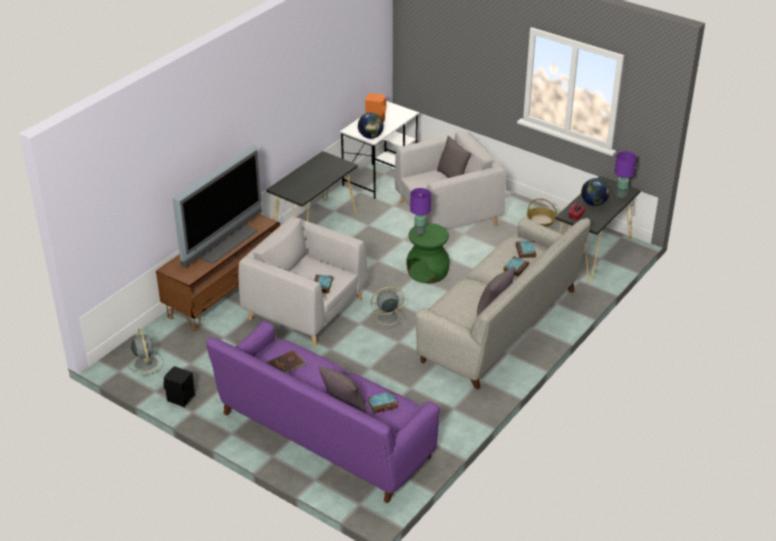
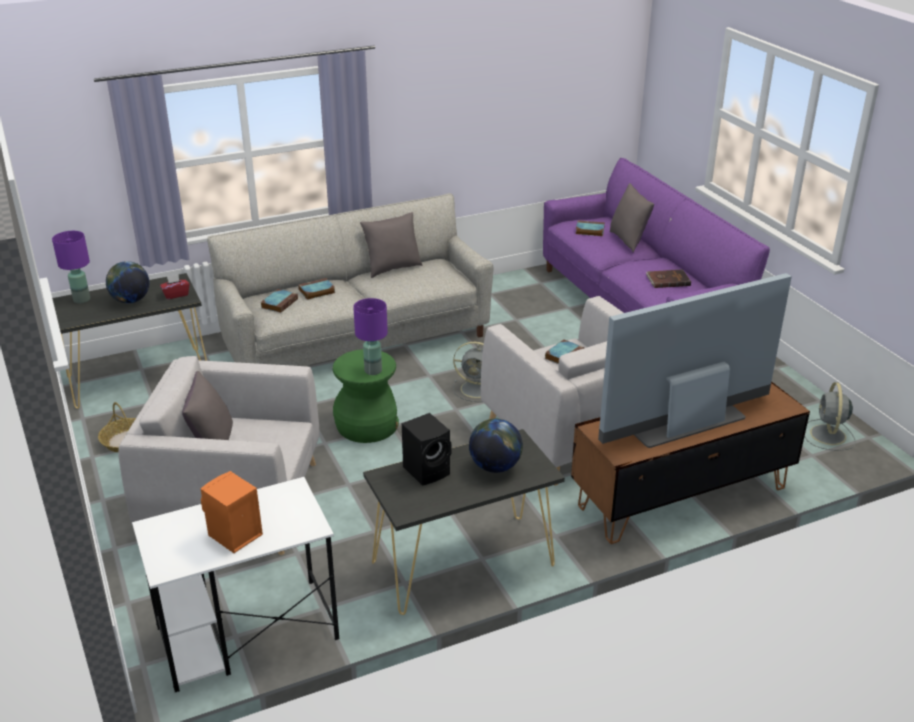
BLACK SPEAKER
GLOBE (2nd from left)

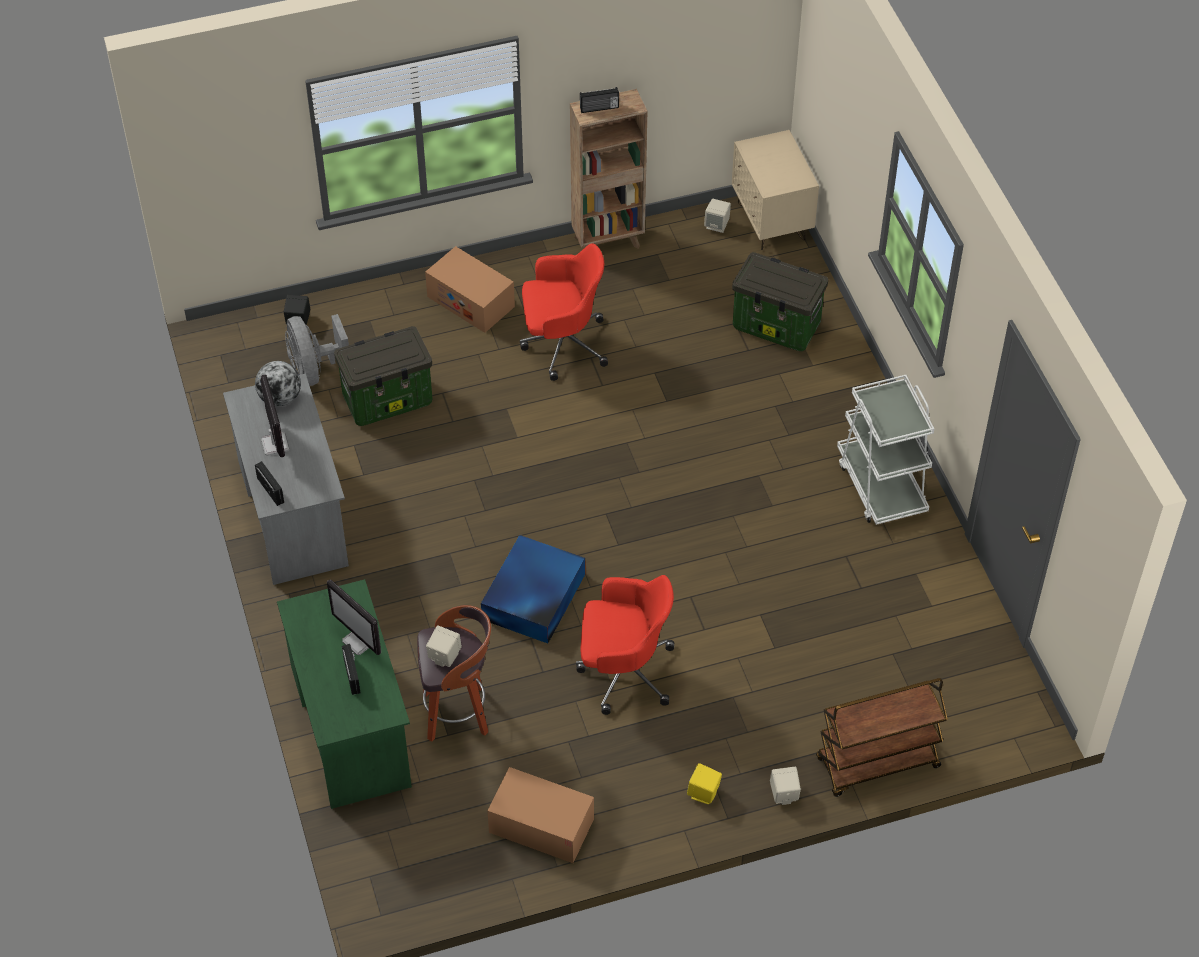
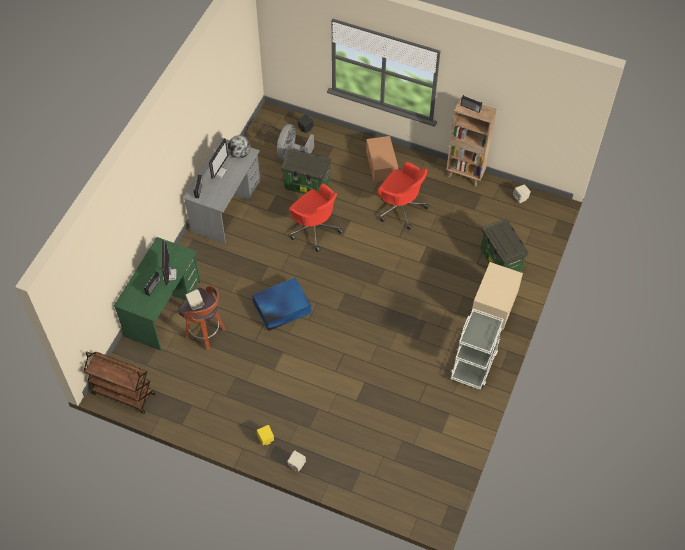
CARDBOARD BOX (2nd from left in the first image)
RED OFFICE CHAIR (1st from left)
BEIGE NIGHTSTAND
BROWN CART

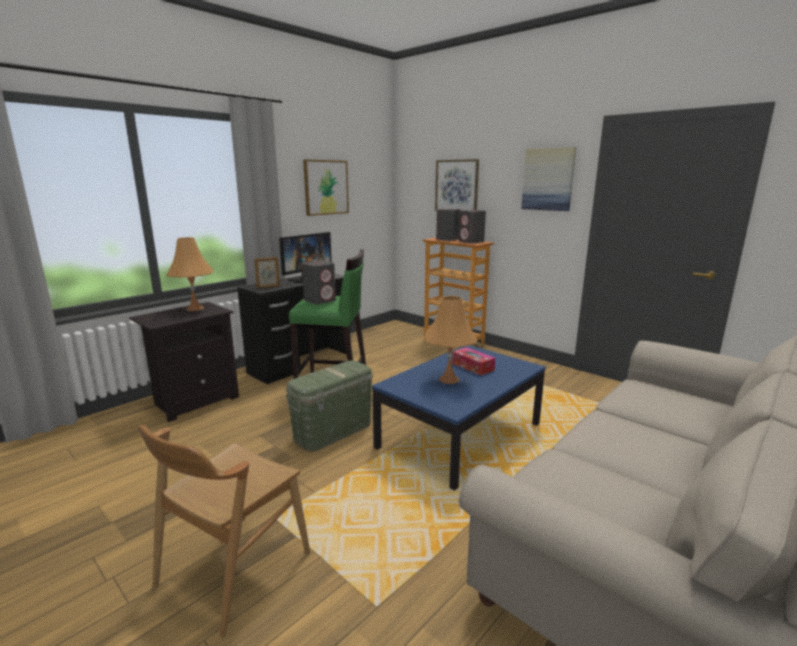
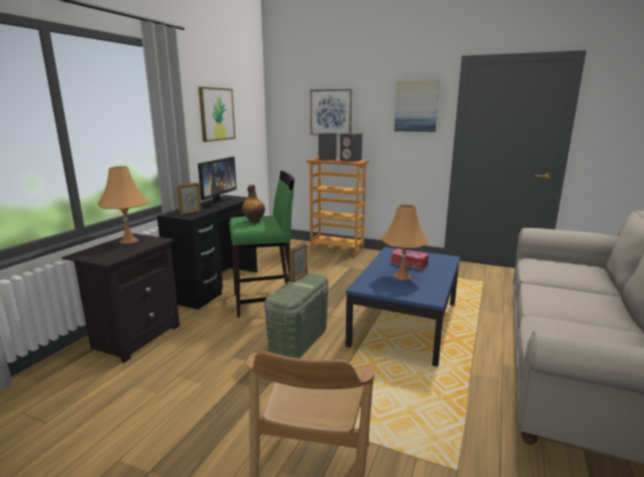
BOTTLE
PICTURE FRAME (2nd from left)

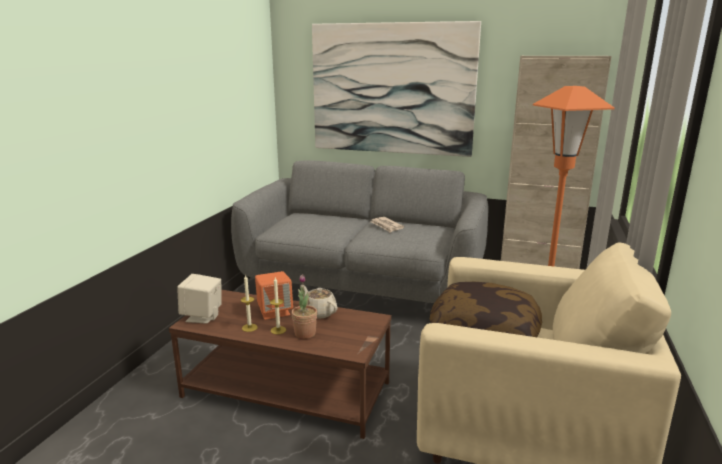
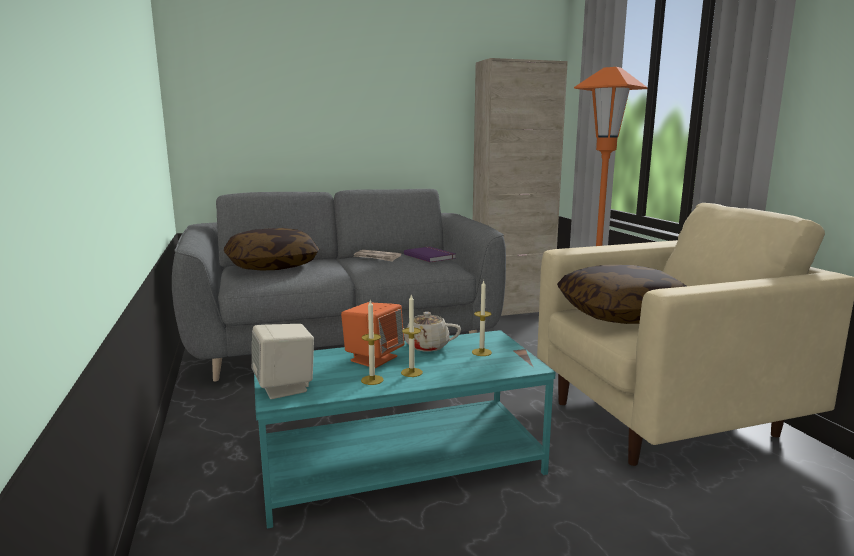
TURQUOISE COFFEE TABLE
POTTED PLANT
PICTURE
PILLOW (1st from left)
PURPLE BOOK
CANDLE (3rd from left)

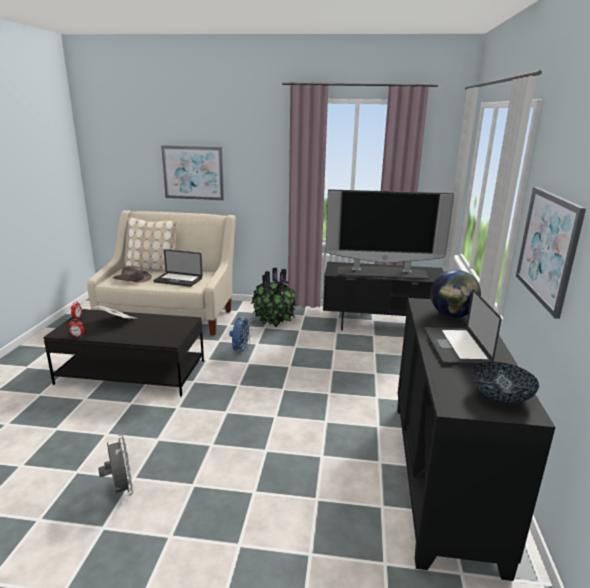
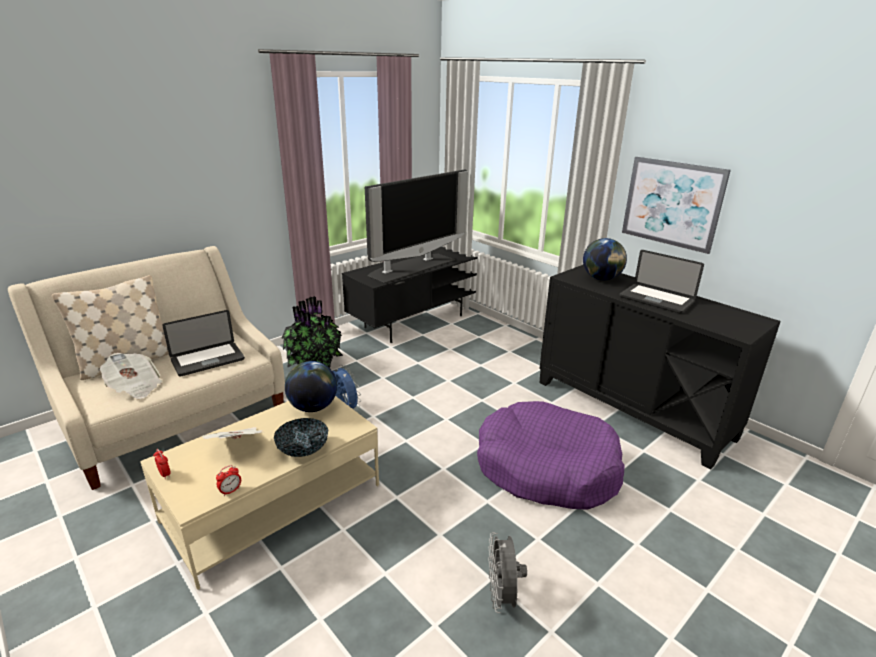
BEIGE COFFEE TABLE
GREY FAN
NEWSPAPER (1st from left)
PICTURE (1st from left in the first image)
BOWL
GLOBE (1st from left)
PURPLE DOG BED

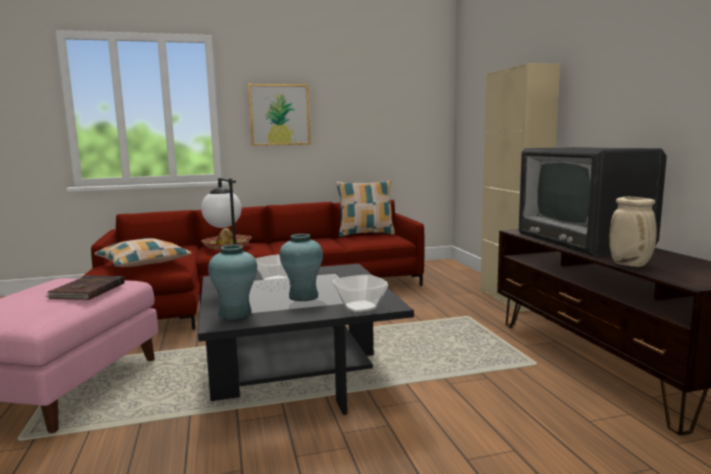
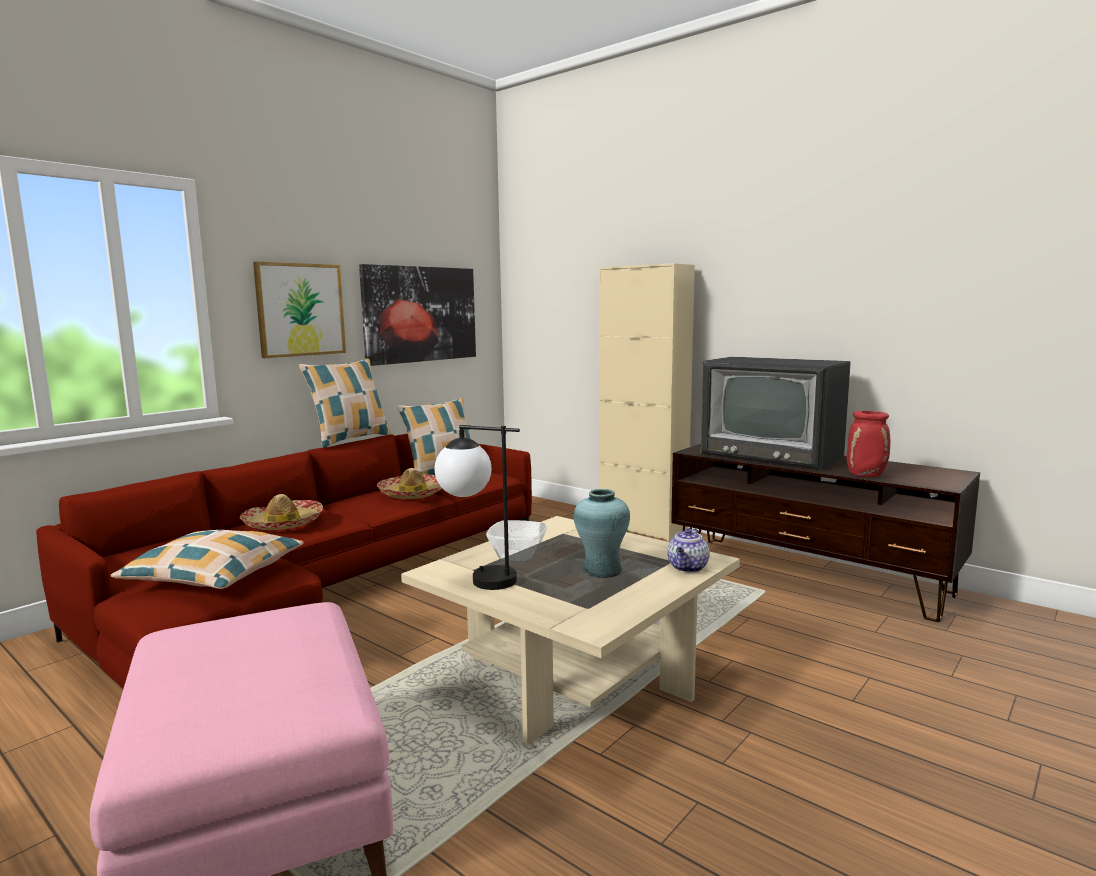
BROWN BOOK
BEIGE COFFEE TABLE
TURQUOISE VASE (1st from left in the first image)
TEAPOT
RED VASE
PILLOW (2nd from left)
PICTURE (2nd from left)
HAT (2nd from left)

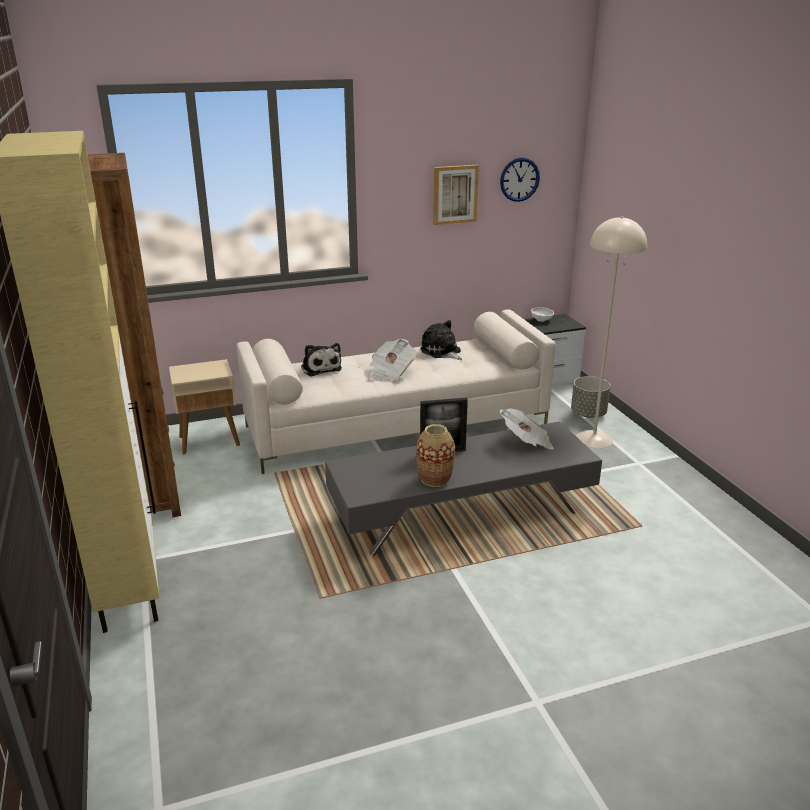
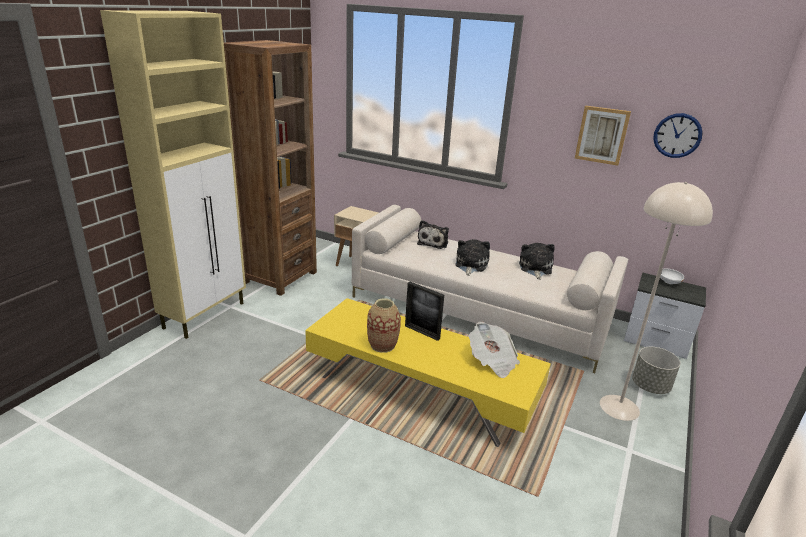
YELLOW COFFEE TABLE
PLUSH TOY (2nd from left)

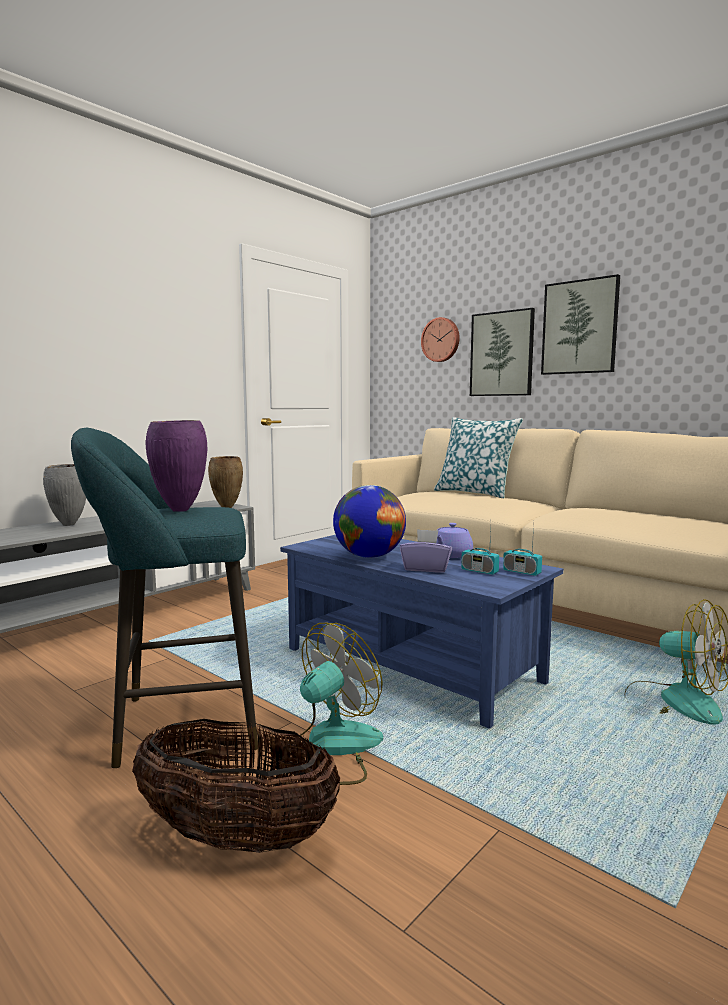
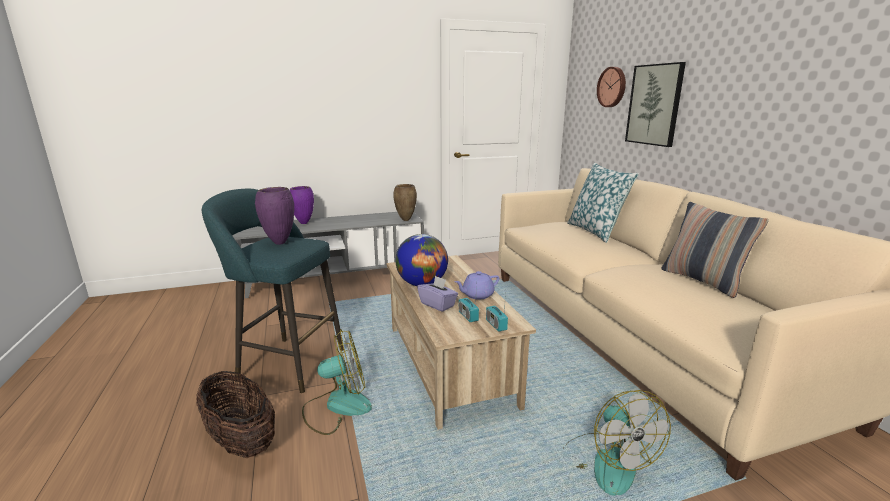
PURPLE VASE (2nd from left)
BEIGE COFFEE TABLE
PICTURE (2nd from left in the first image)
PILLOW (2nd from left)

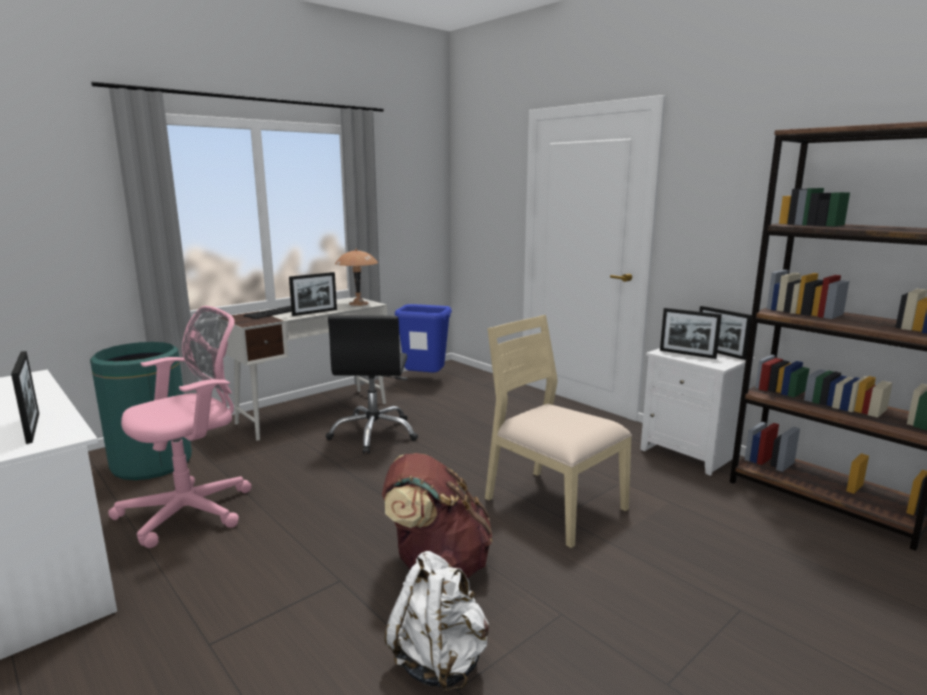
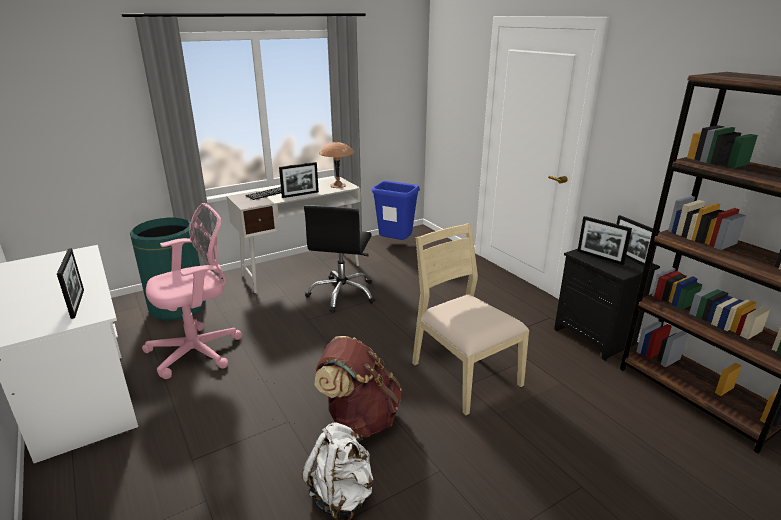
BLACK NIGHTSTAND

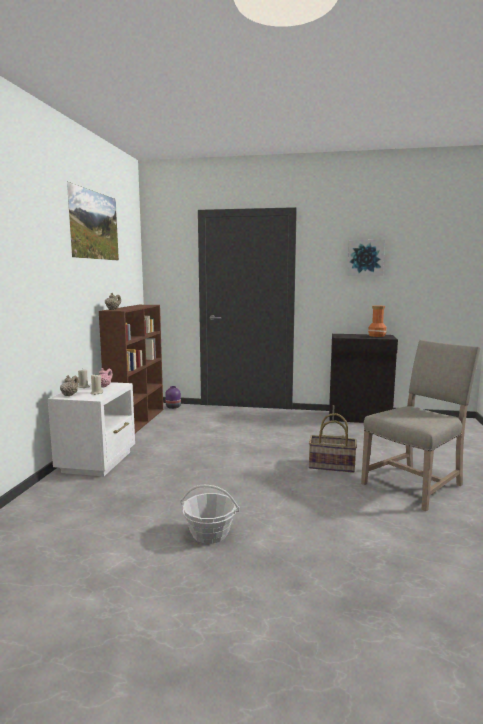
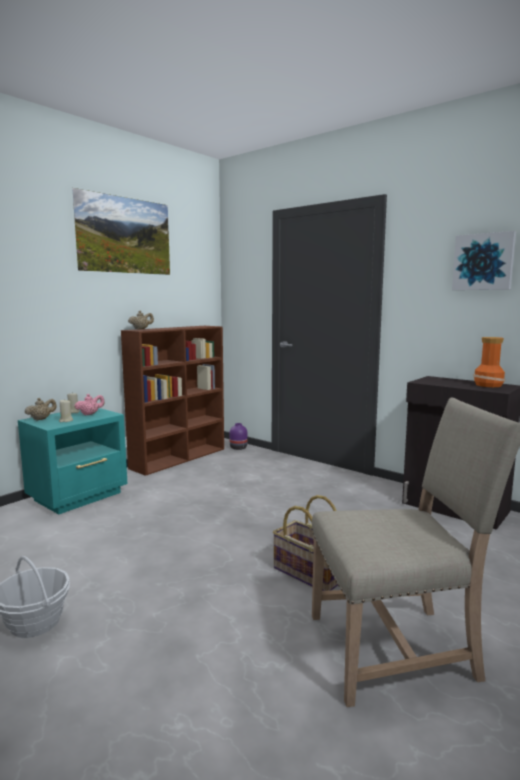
TURQUOISE NIGHTSTAND

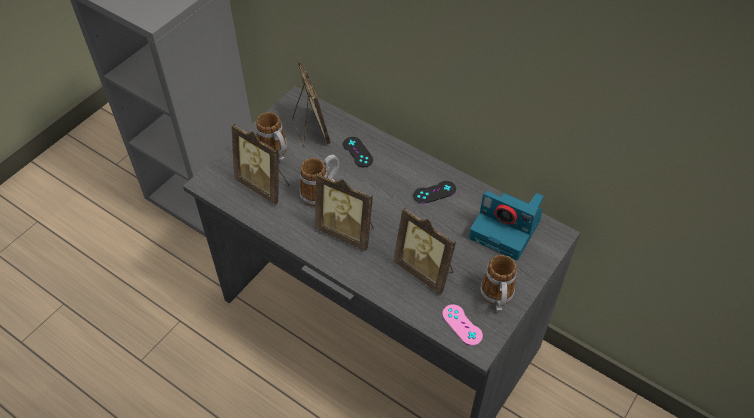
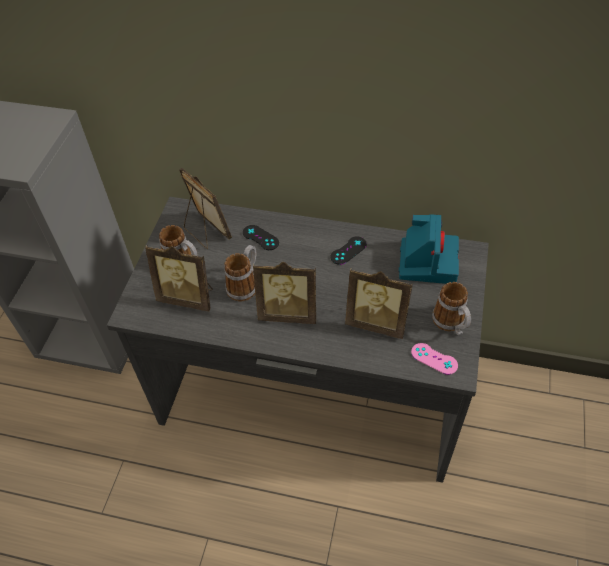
PHOTO CAMERA

